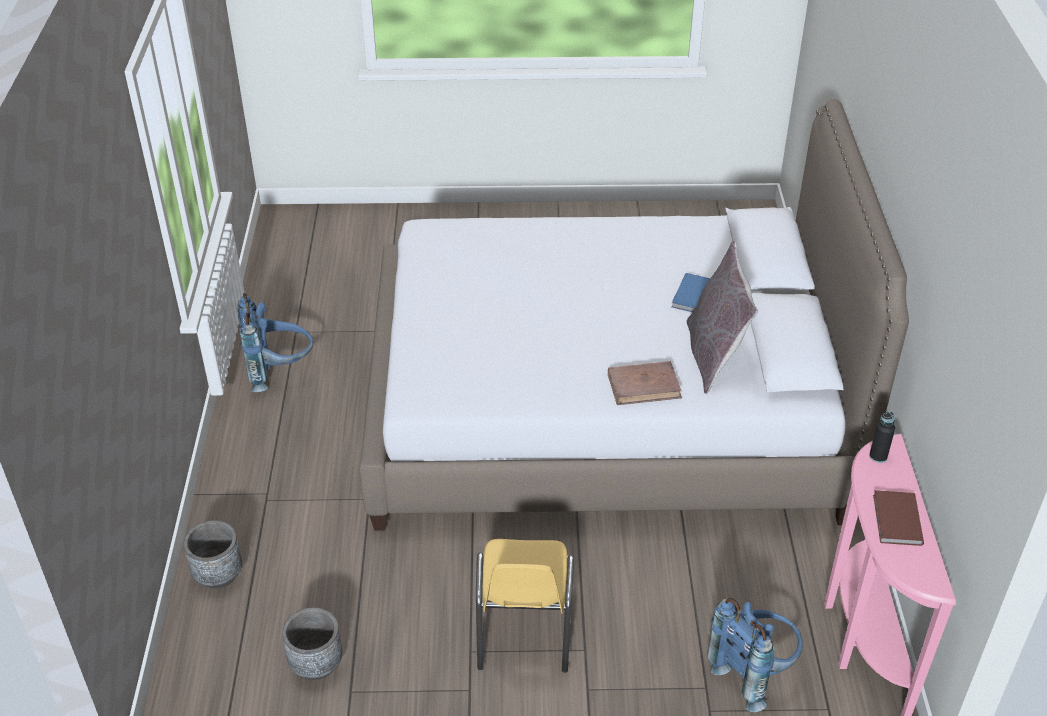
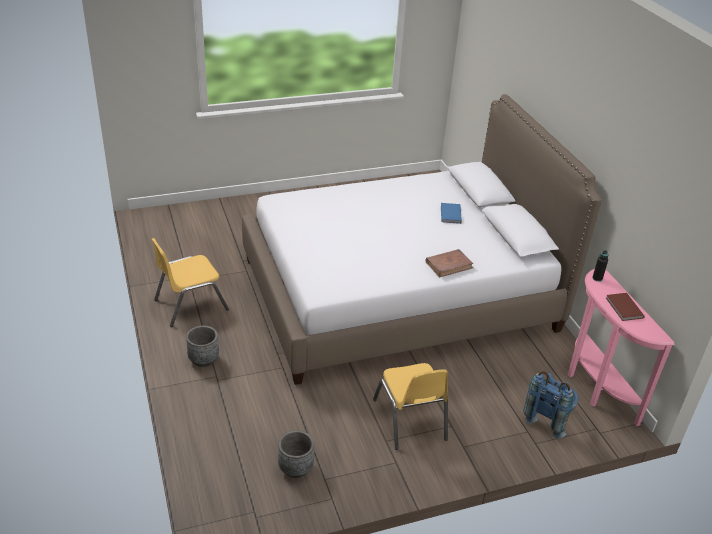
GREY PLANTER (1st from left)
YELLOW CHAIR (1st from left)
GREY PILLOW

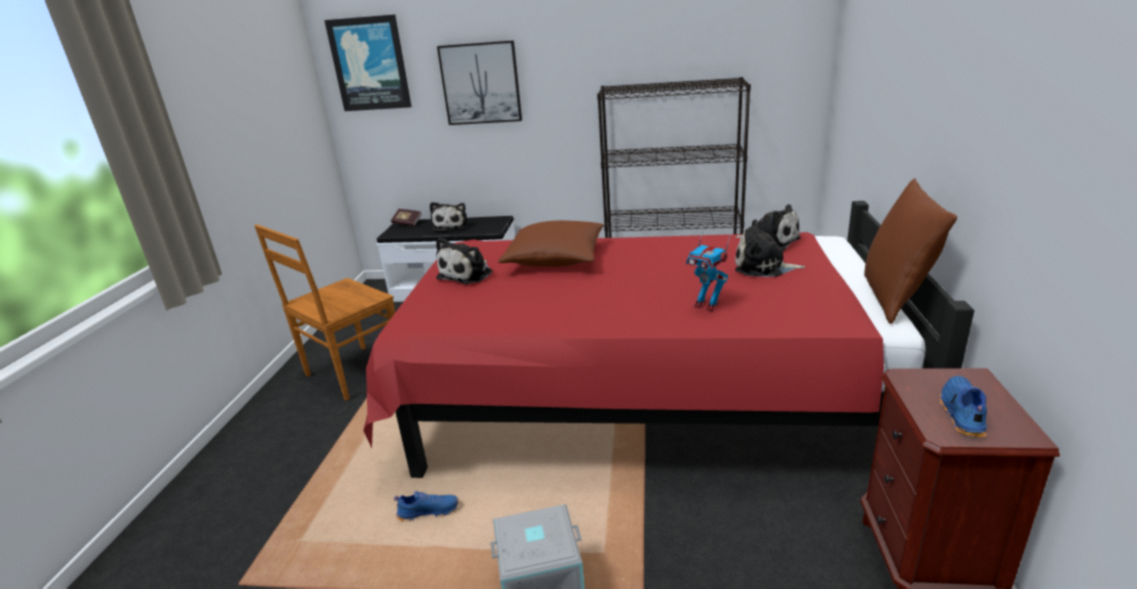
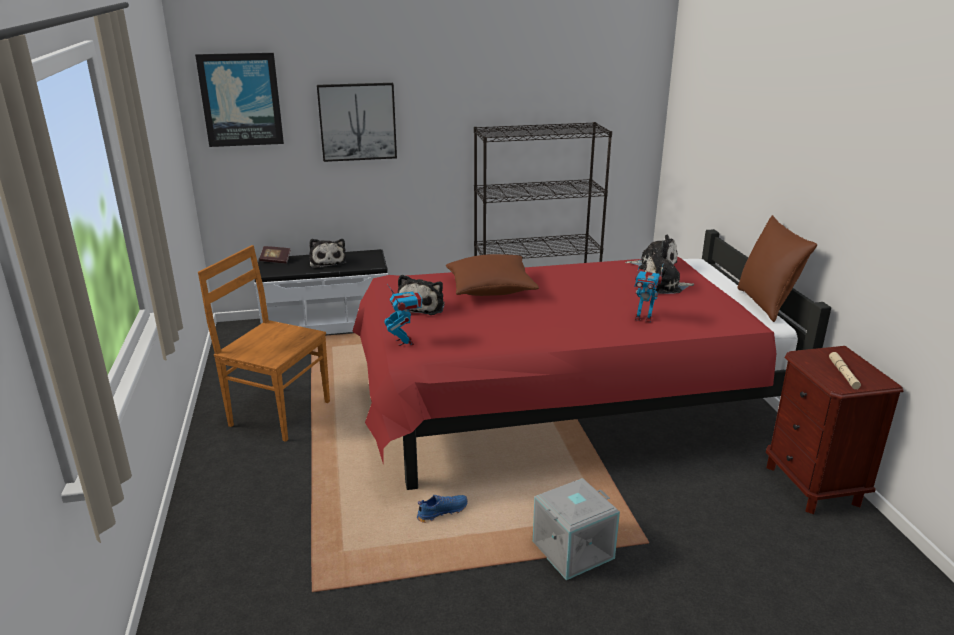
BROWN CHAIR
BEIGE FLASHLIGHT
TOY ROBOT (1st from left)

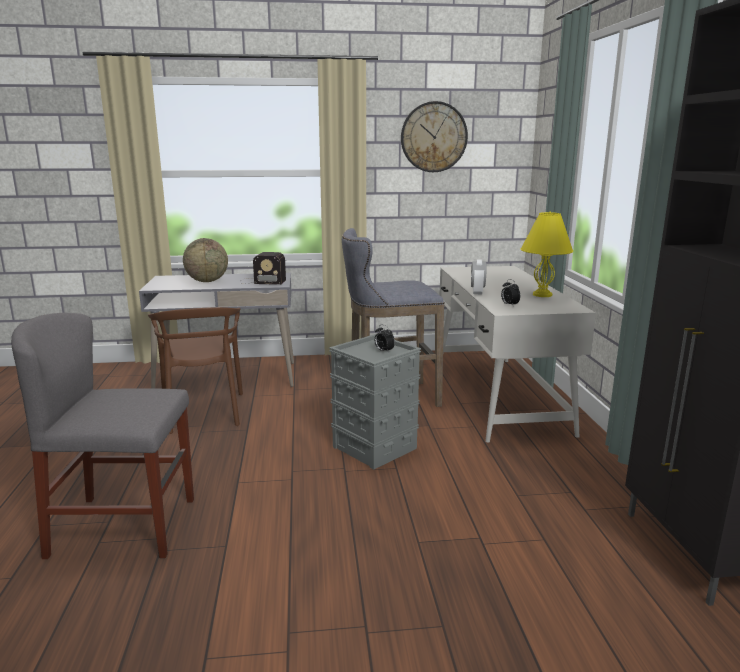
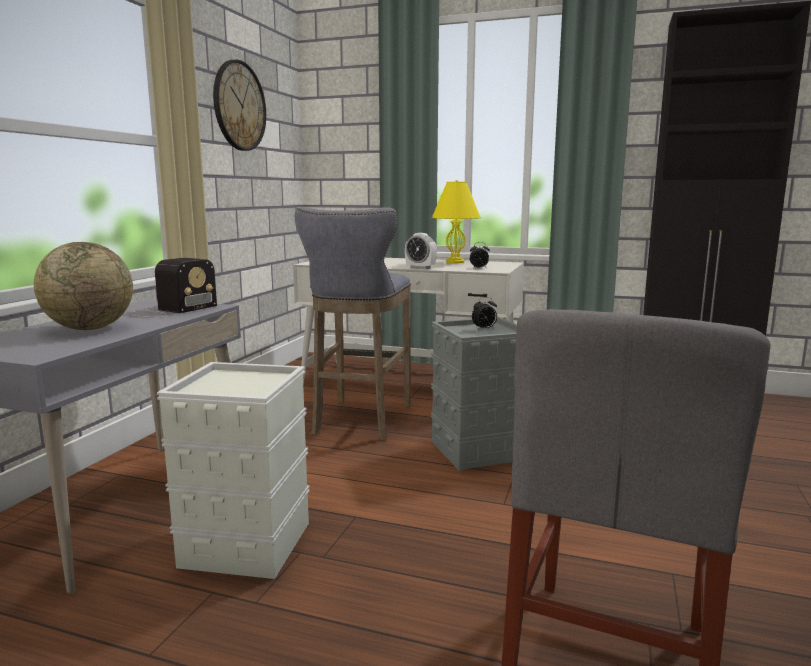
GREY STORAGE BOX (1st from left)

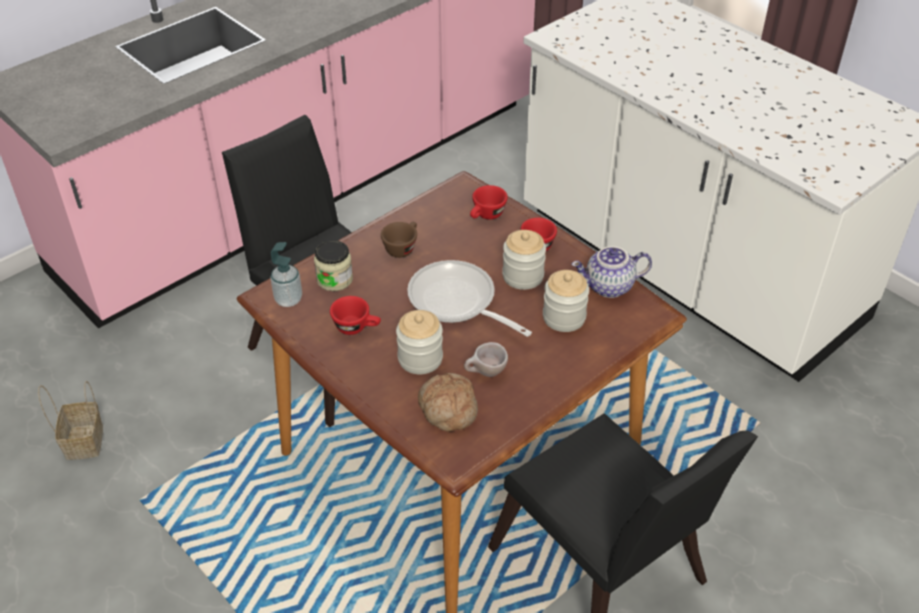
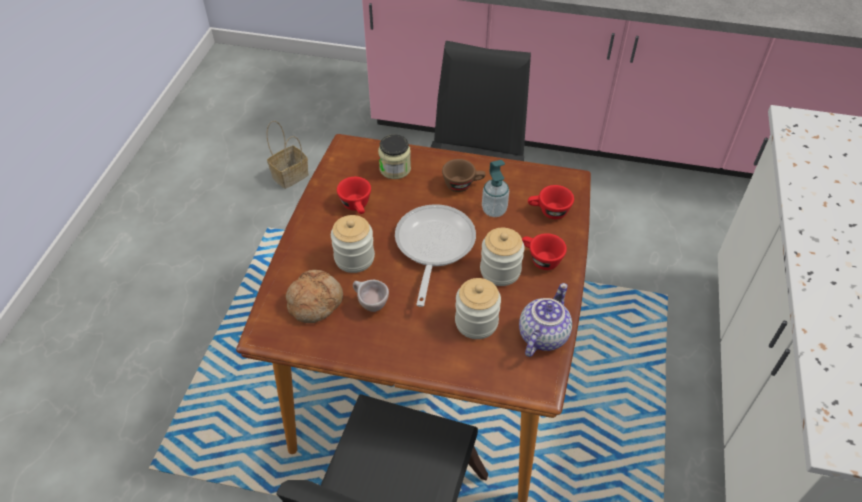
SOAP DISPENSER
TEAPOT

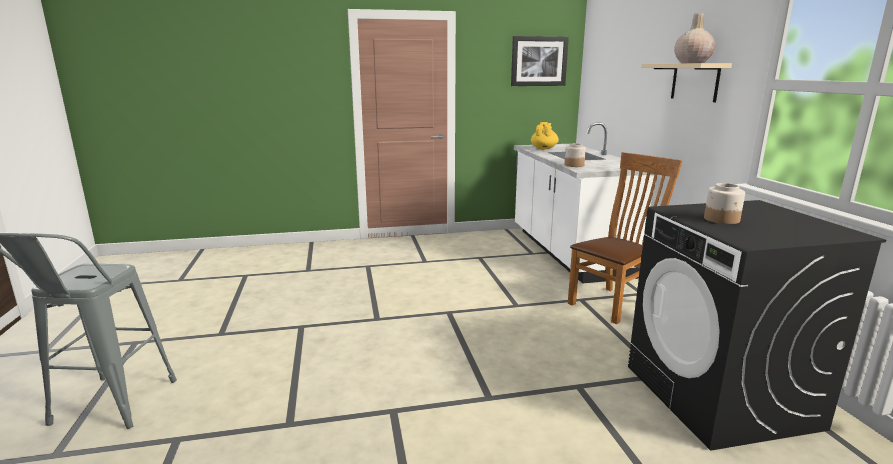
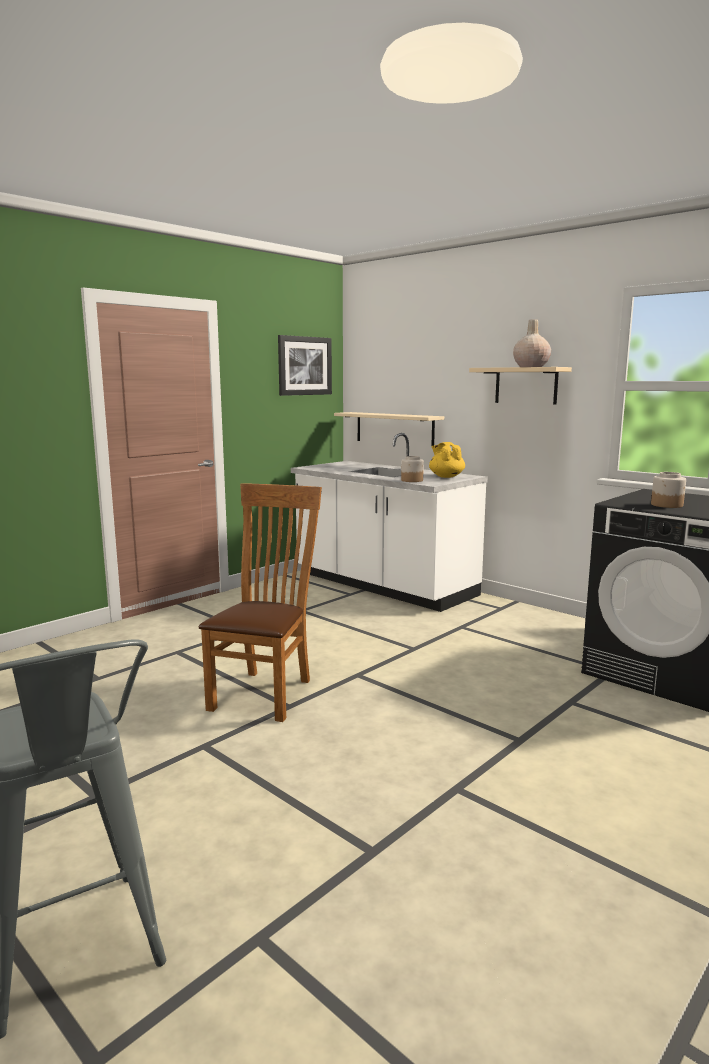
YELLOW TEAPOT
BROWN CHAIR
BEIGE SHELF (1st from left)

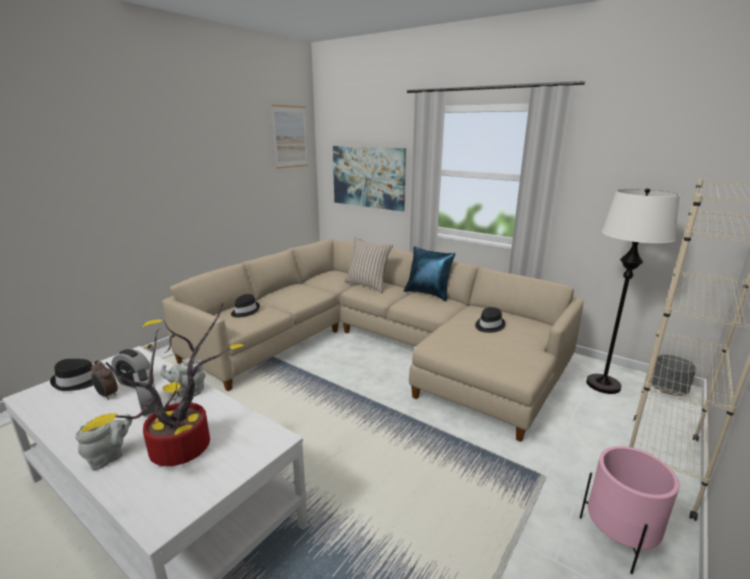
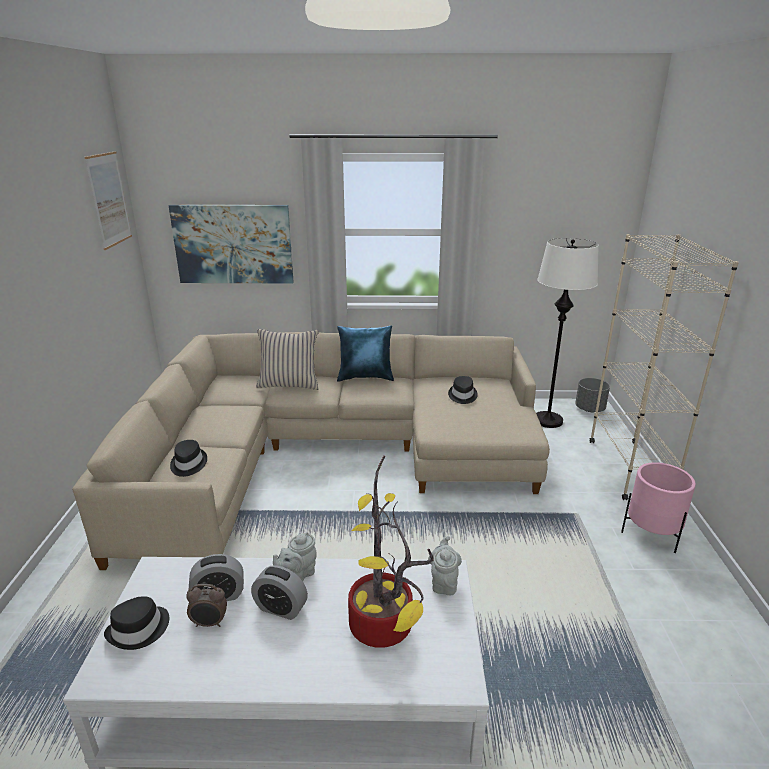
GREY TEAPOT (2nd from left)

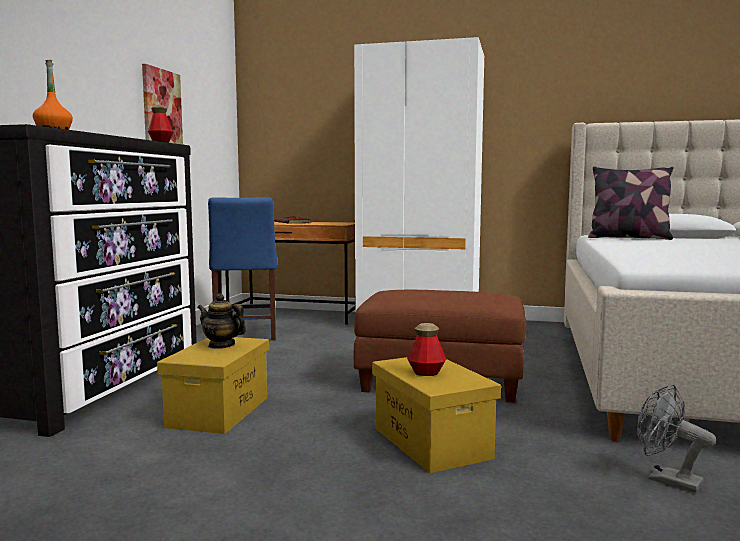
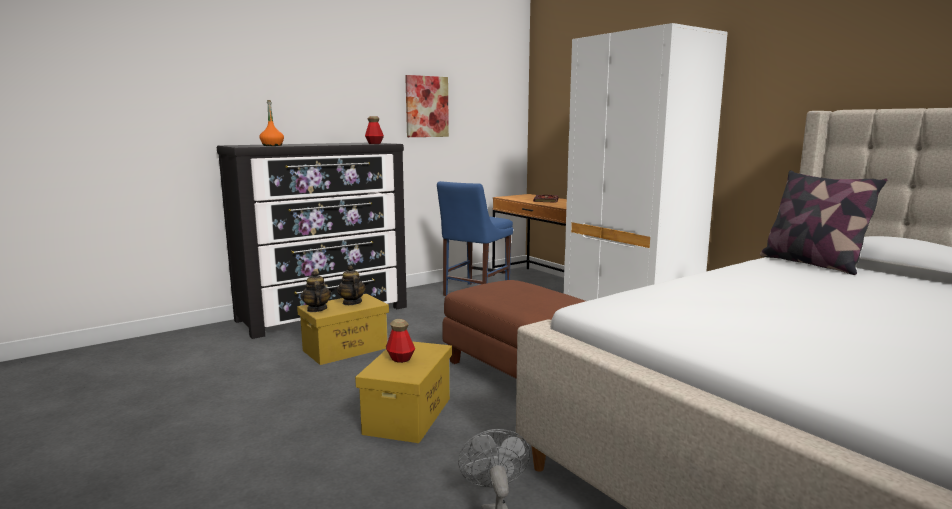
TEAPOT (1st from left)

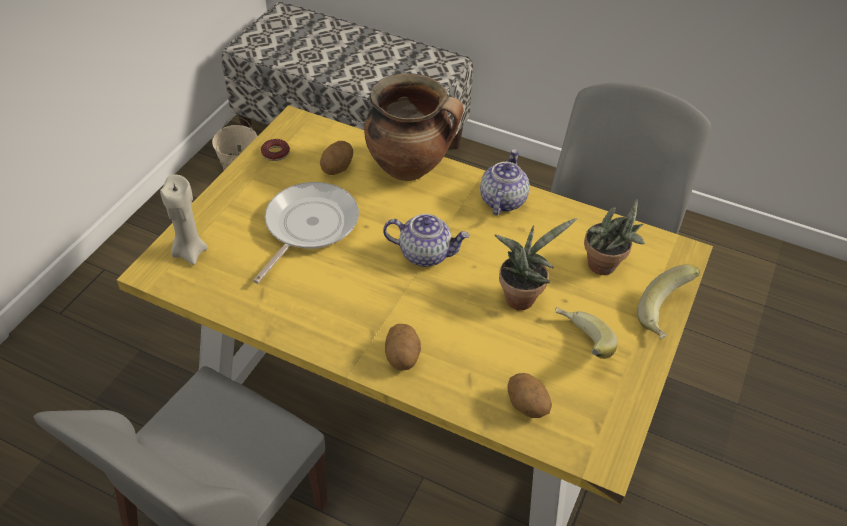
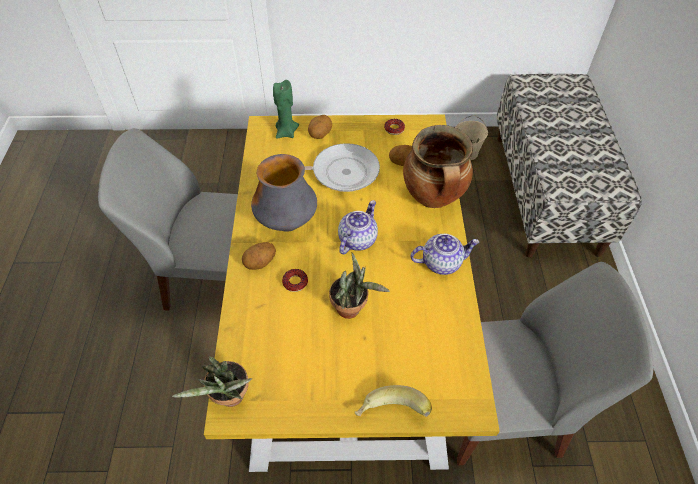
GREEN CANDLE
TEAPOT (1st from left)
POTATO (2nd from left)
BANANA (1st from left in the first image)
POTTED PLANT (1st from left)
VASE
DONUT (1st from left)

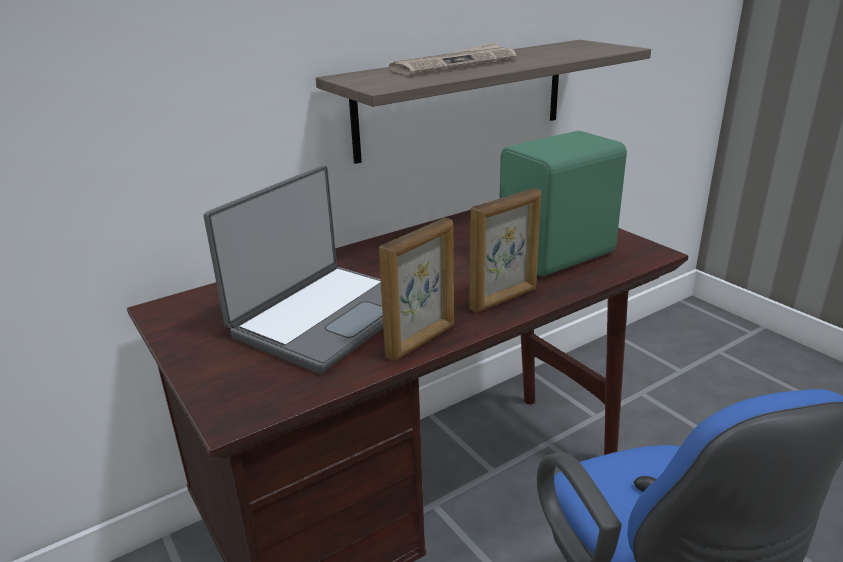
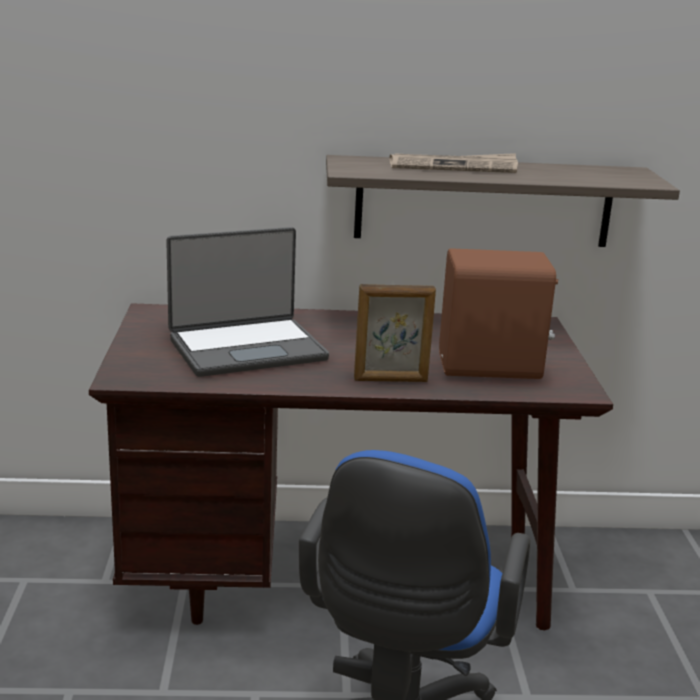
PICTURE FRAME (1st from left in the first image)
BROWN SPEAKER

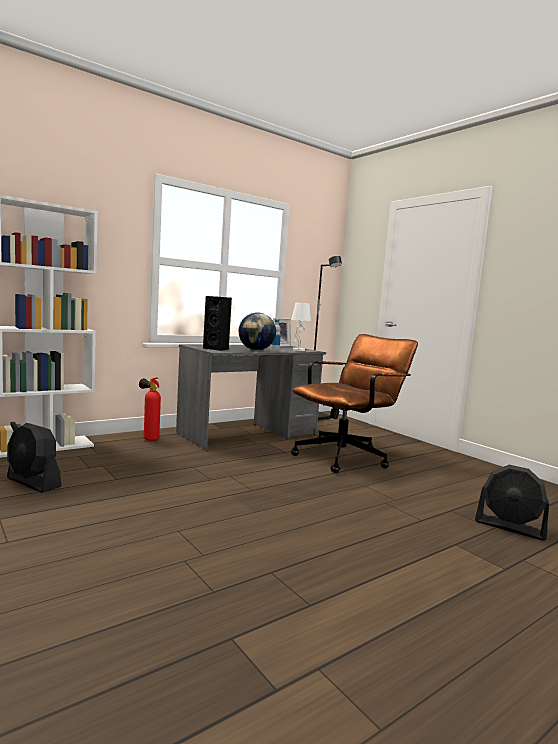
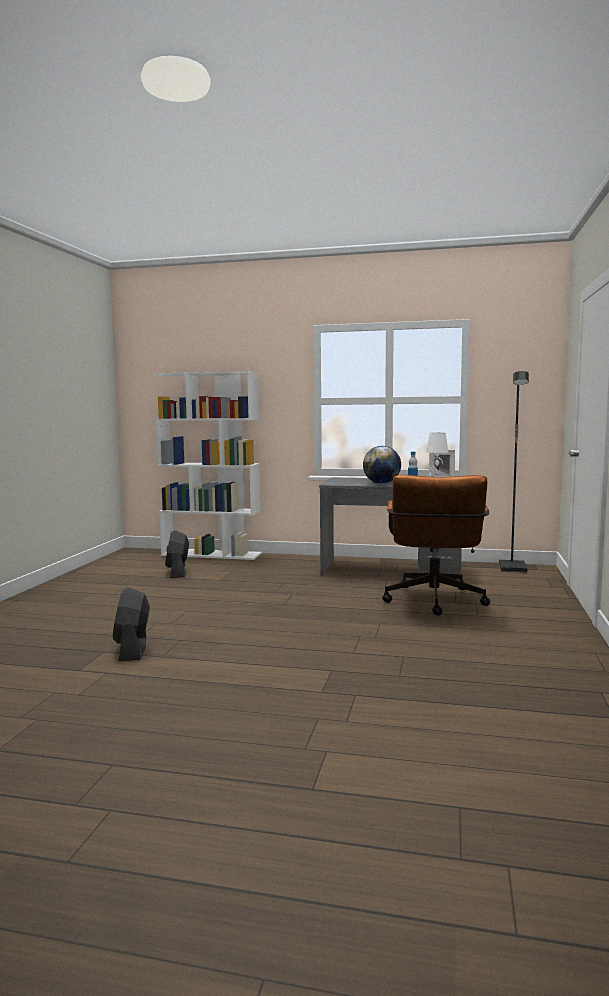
FIRE EXTINGUISHER
BLACK SPEAKER
BROWN OFFICE CHAIR
BLACK FAN (1st from left)

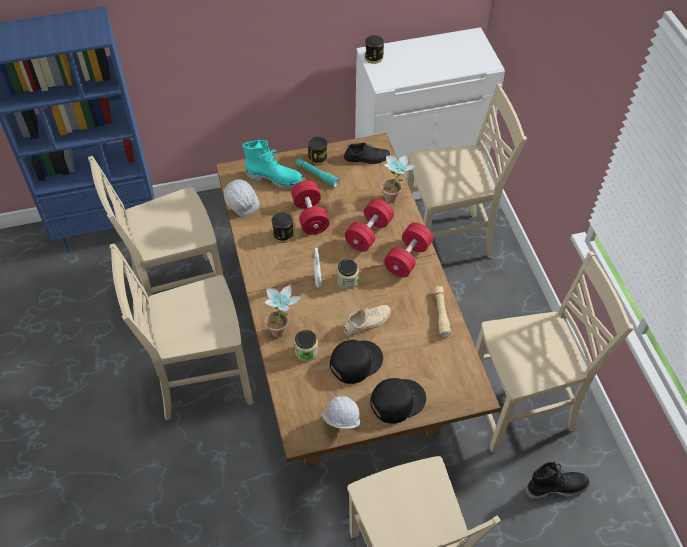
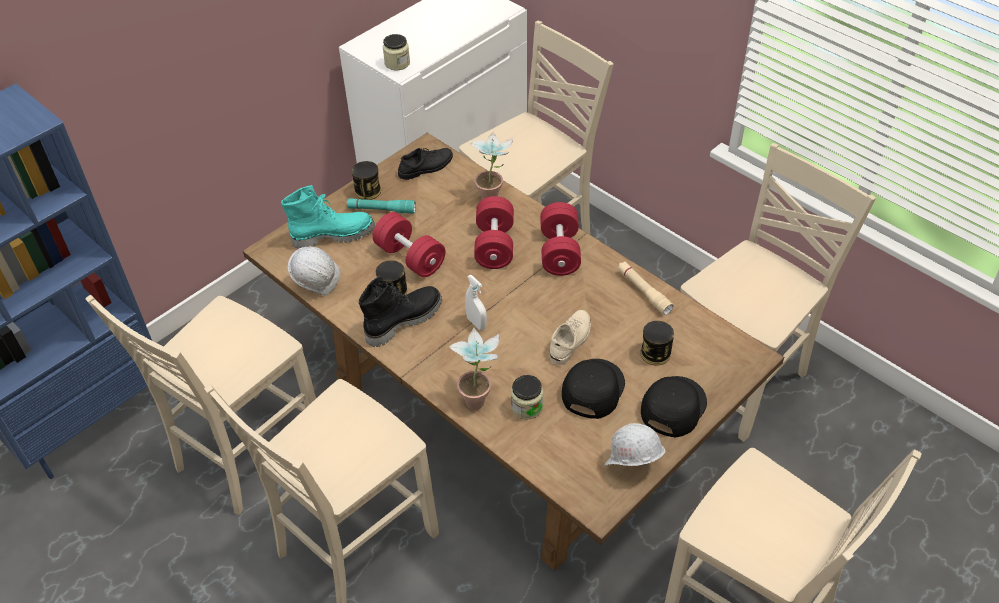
JAR (1st from left)
CAN (3rd from left)
BLACK BOOT

